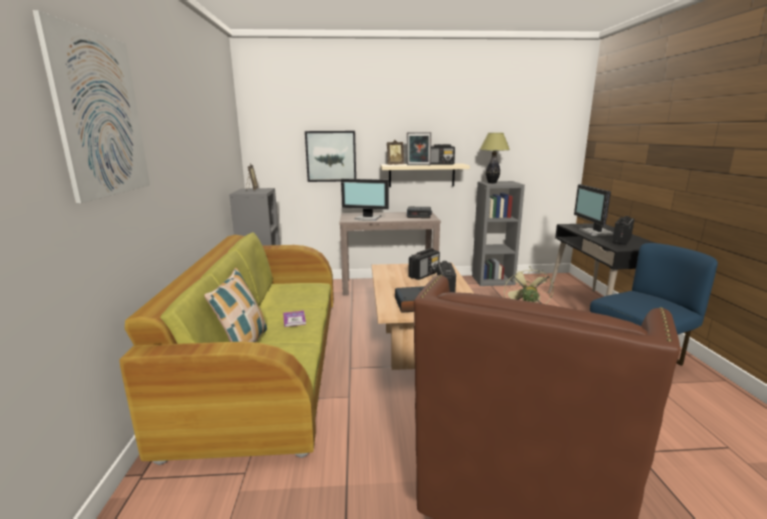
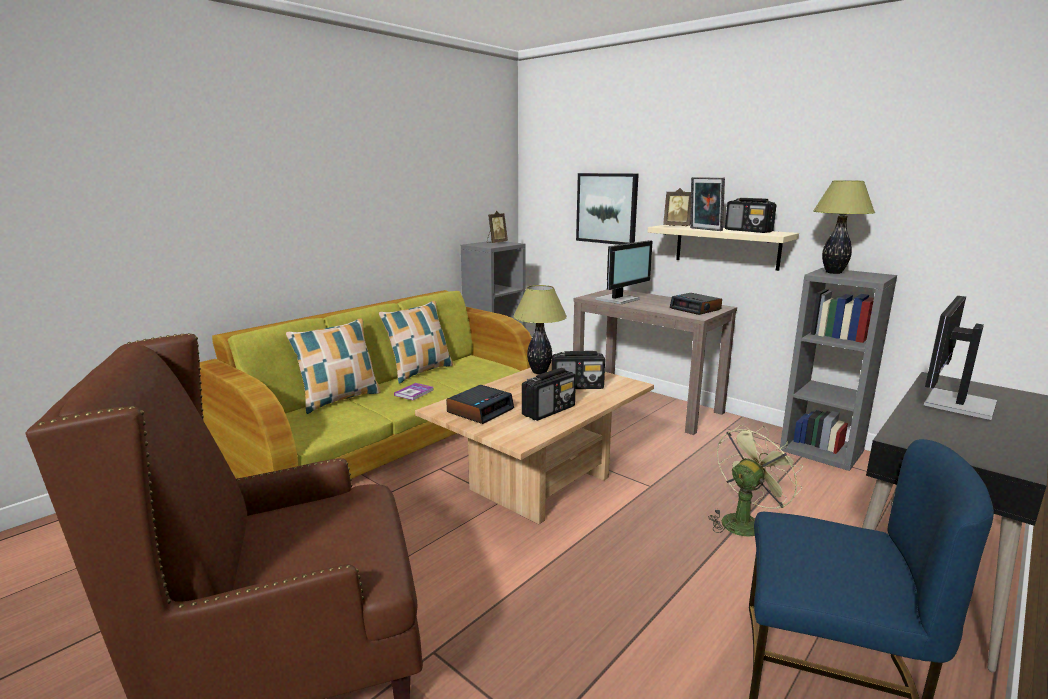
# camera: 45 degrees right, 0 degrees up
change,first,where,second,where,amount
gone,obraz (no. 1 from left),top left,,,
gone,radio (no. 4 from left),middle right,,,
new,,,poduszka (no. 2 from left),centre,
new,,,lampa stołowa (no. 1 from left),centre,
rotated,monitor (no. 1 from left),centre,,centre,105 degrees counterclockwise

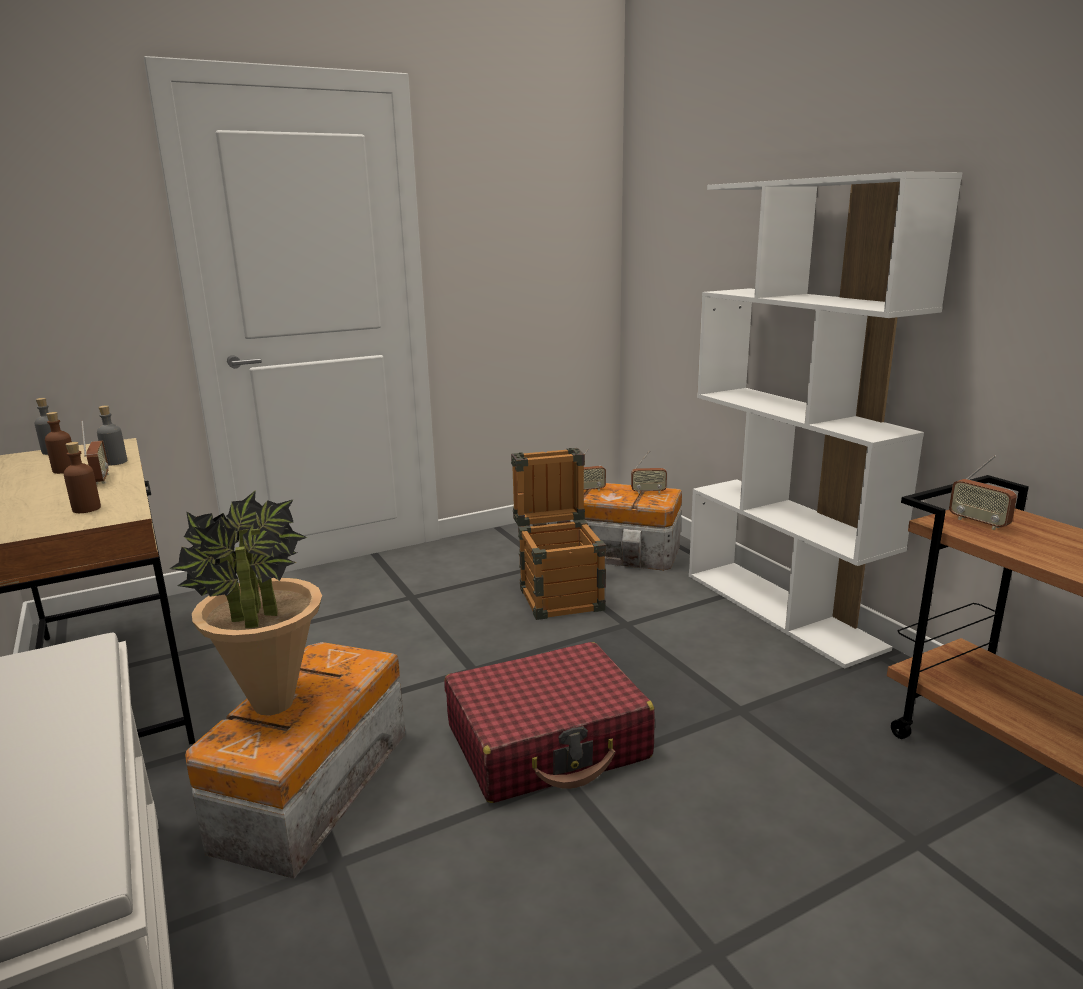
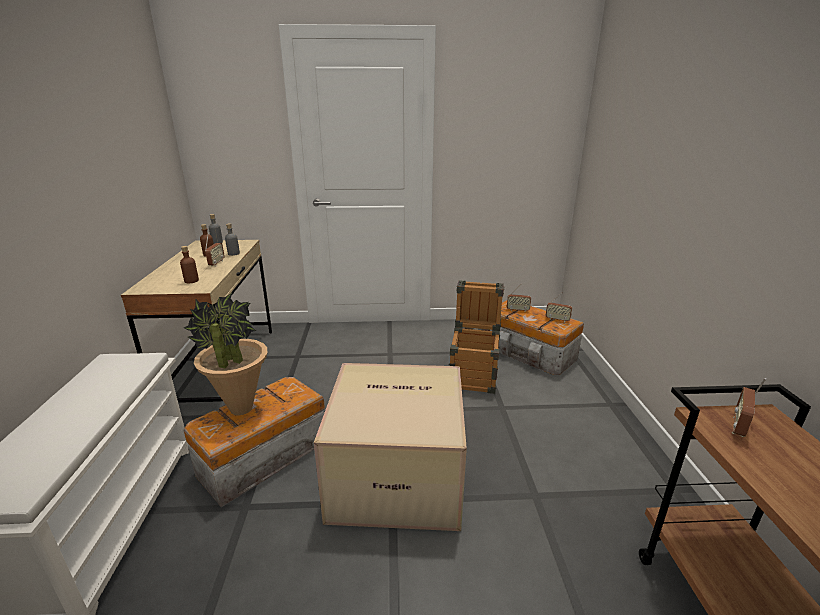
# camera: 25 degrees right, 5 degrees up
change,first,where,second,where,amount
gone,regał [biały],middle right,,,
swapped,walizka [czerwony],bottom centre,karton,bottom centre,
rotated,radio (no. 4 from left),middle right,,middle right,45 degrees clockwise

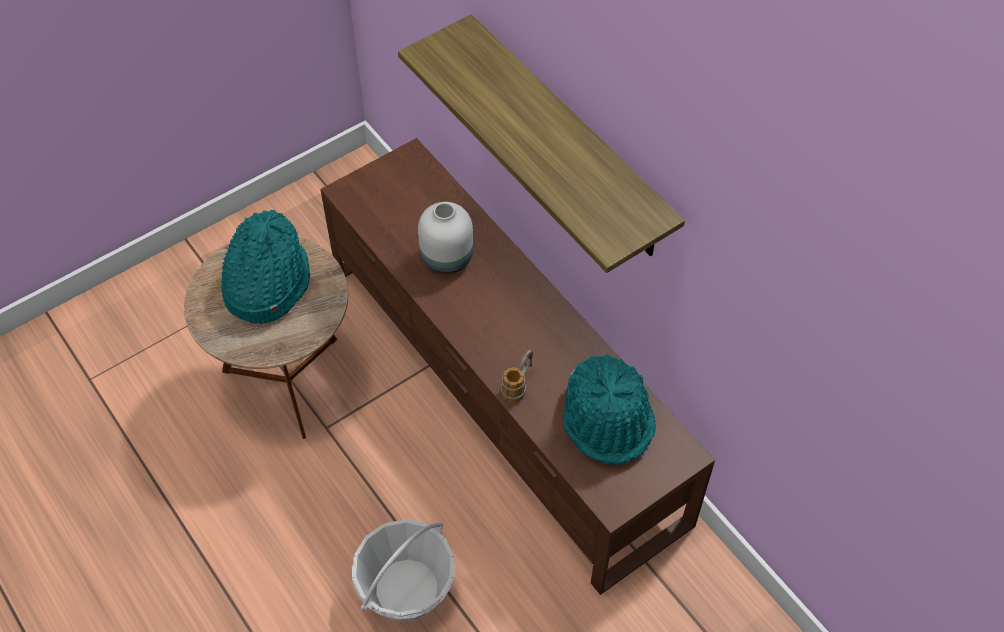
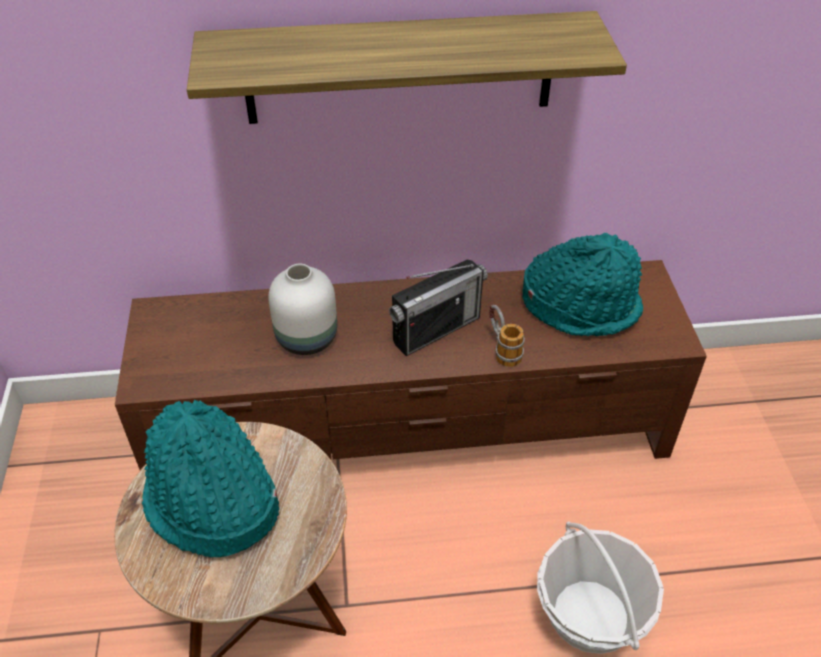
# camera: 60 degrees left, 10 degrees down
change,first,where,second,where,amount
new,,,radio,centre,

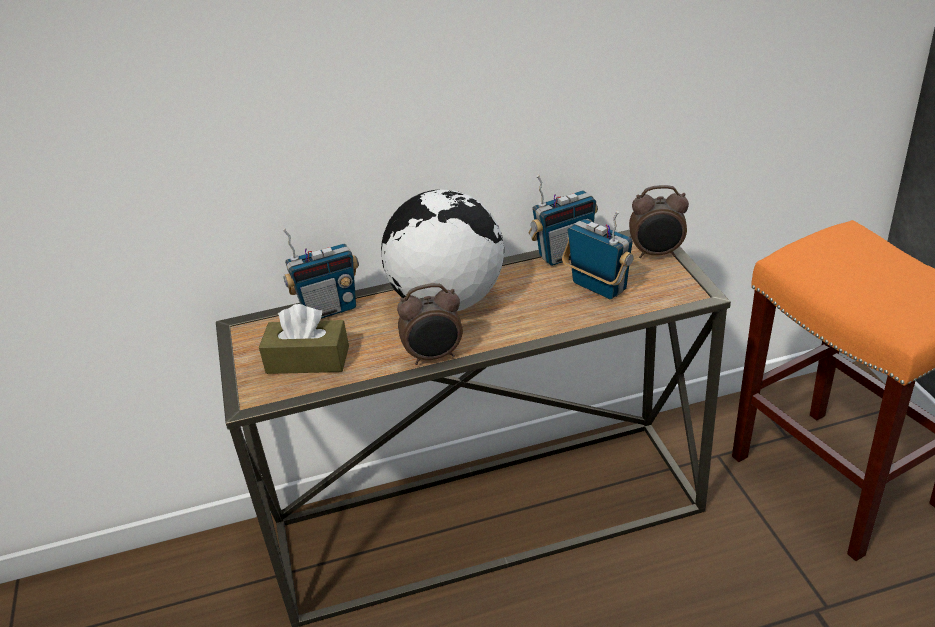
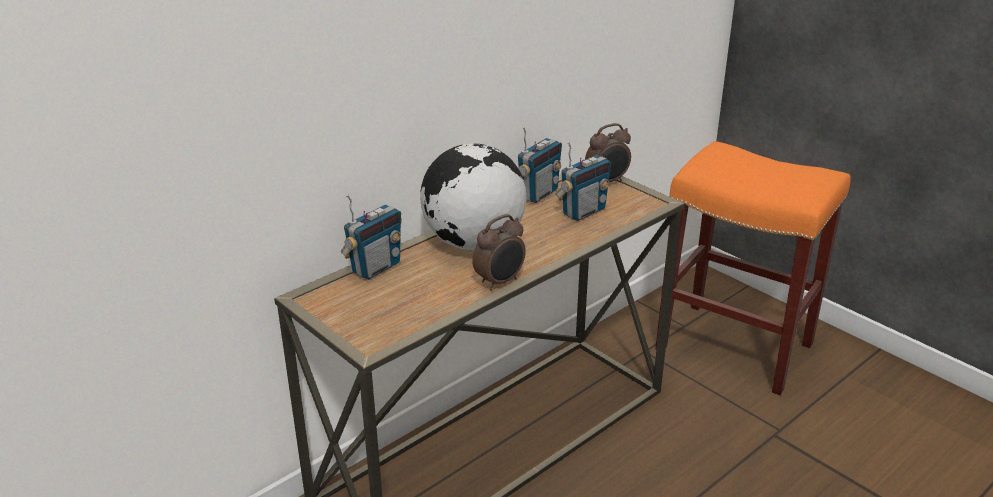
# camera: 30 degrees left, 5 degrees down
change,first,where,second,where,amount
gone,pudełko chusteczek [brązowy],middle left,,,
rotated,radio (no. 3 from left),centre,,centre,120 degrees clockwise

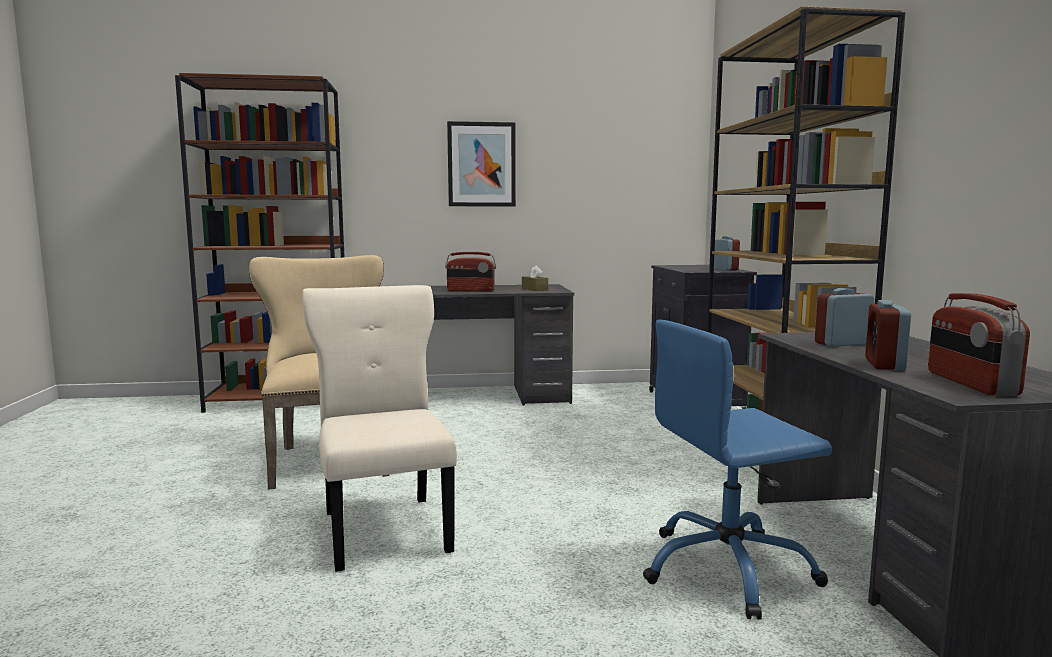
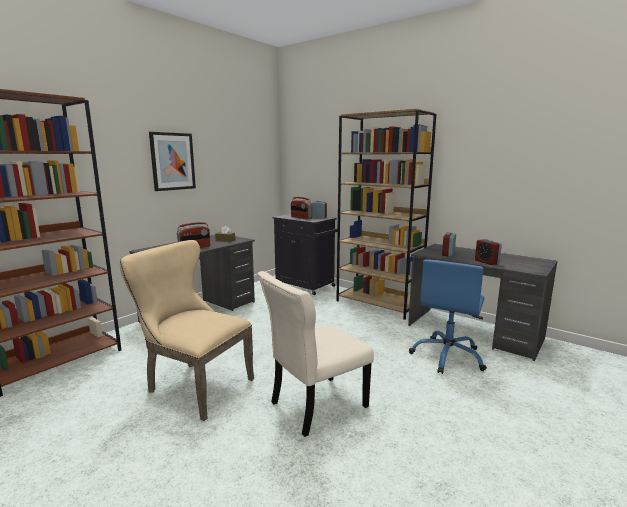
# camera: 45 degrees left, 5 degrees up
change,first,where,second,where,amount
shifted,radio (no. 2 from left),middle right,,centre,
rotated,krzesło [beżowy] (no. 2 from left),centre,,bottom centre,60 degrees counterclockwise

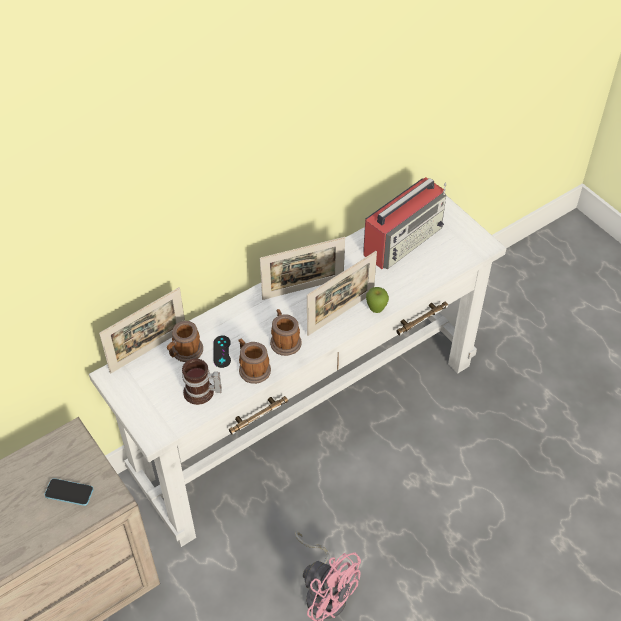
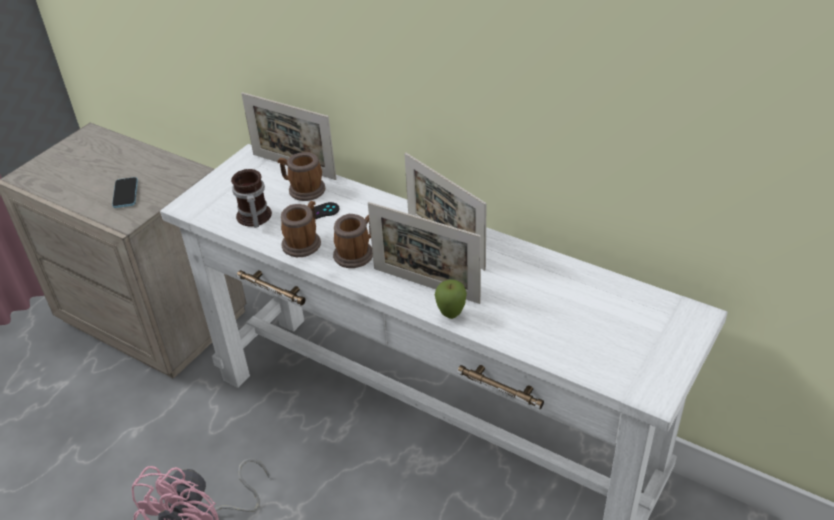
# camera: 70 degrees right, 10 degrees down
change,first,where,second,where,amount
gone,radio,centre,,,

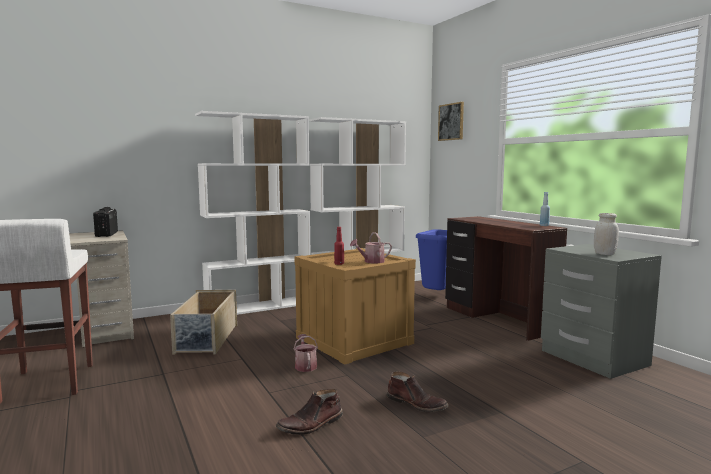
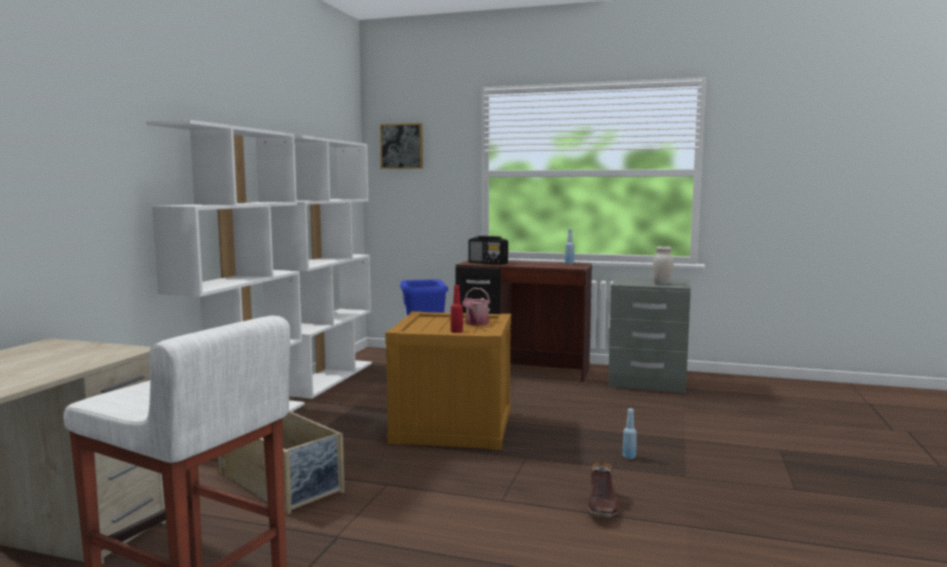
# camera: 45 degrees left, 0 degrees up
change,first,where,second,where,amount
gone,konewka (no. 1 from left),bottom centre,,,
shifted,radio,middle left,,centre,
swapped,but z cholewką [brązowy] (no. 2 from left),bottom centre,butelka [niebieski] (no. 2 from left),bottom centre,

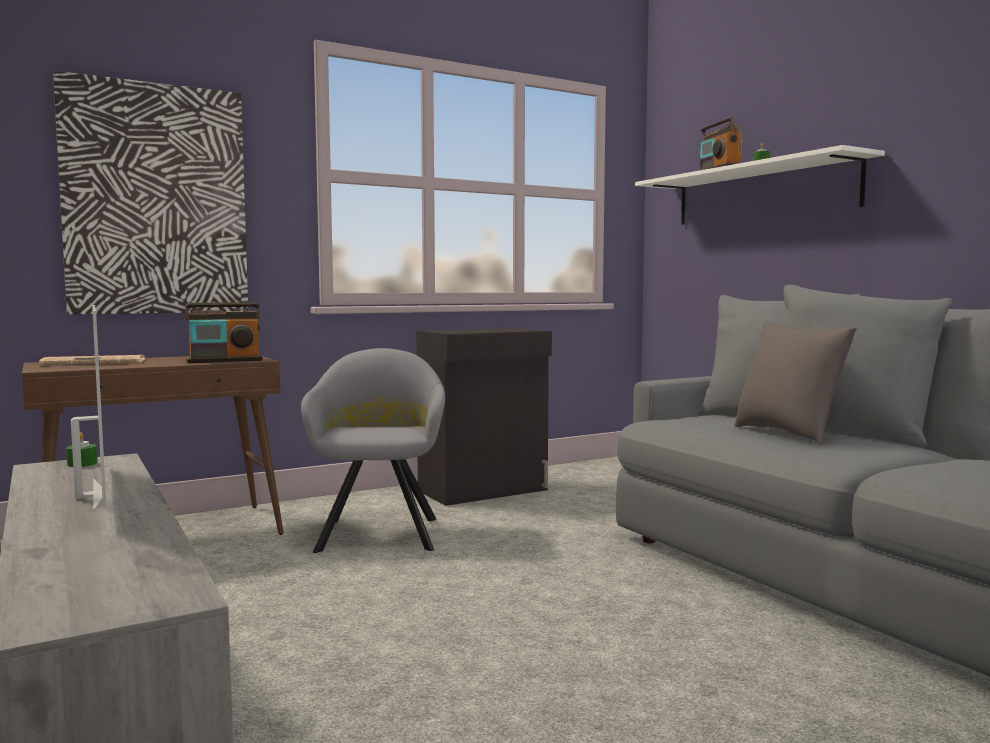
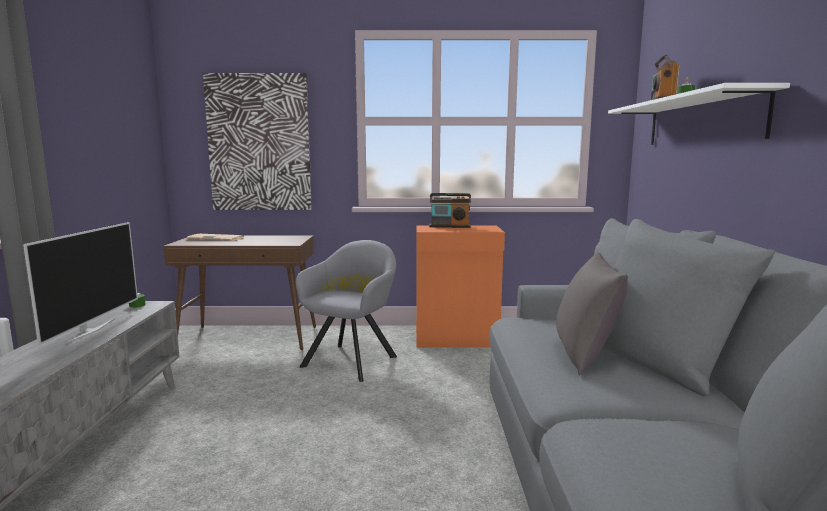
# camera: 30 degrees right, 5 degrees up
change,first,where,second,where,amount
shifted,radio (no. 1 from left),middle left,,centre,
repainted,szafka [czarny],centre,szafka [pomarańczowy],centre,

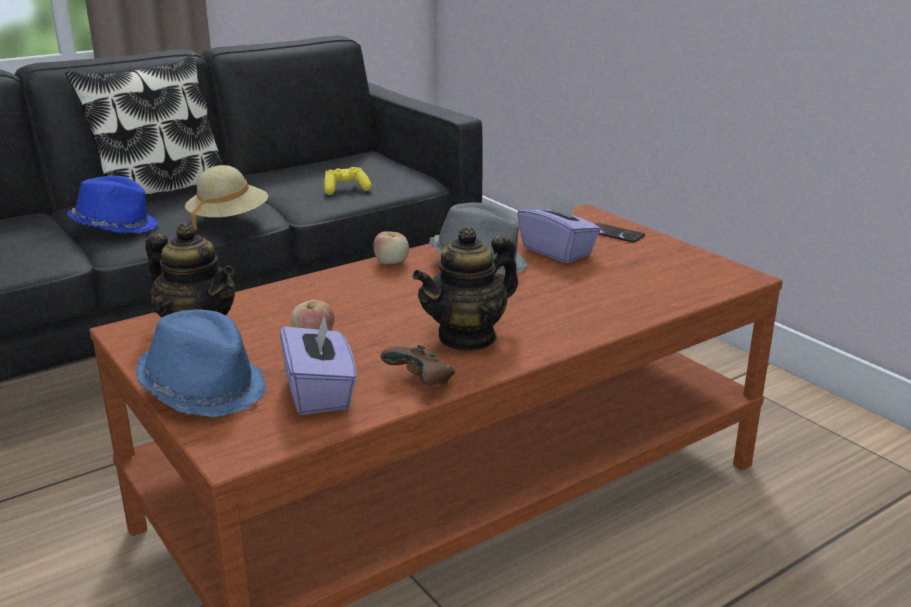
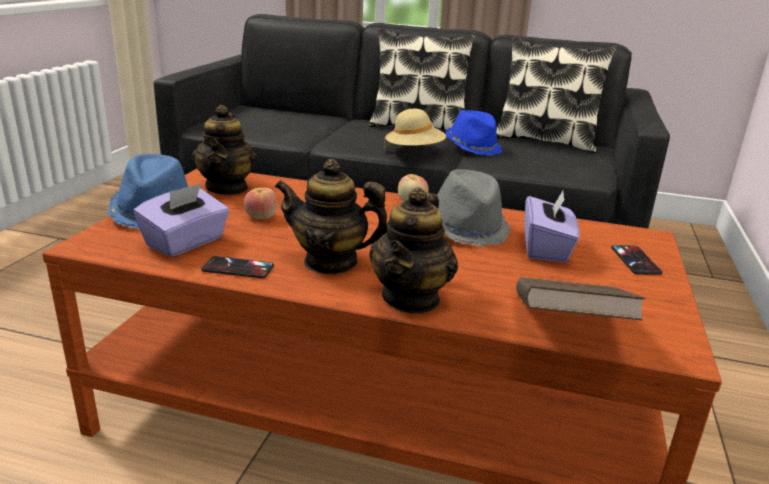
# camera: 50 degrees right, 0 degrees up
change,first,where,second,where,amount
gone,pad do gier [żółty],top centre,,,
new,,,imbryk (no. 3 from left),centre,
new,,,poduszka (no. 2 from left),top right,
new,,,książka [brązowy],middle right,
shifted,kapelusz [niebieski] (no. 1 from left in the first image),middle left,kapelusz [niebieski] (no. 2 from left),top centre,
swapped,pad do gier [brązowy],centre,telefon (no. 1 from left),middle left,

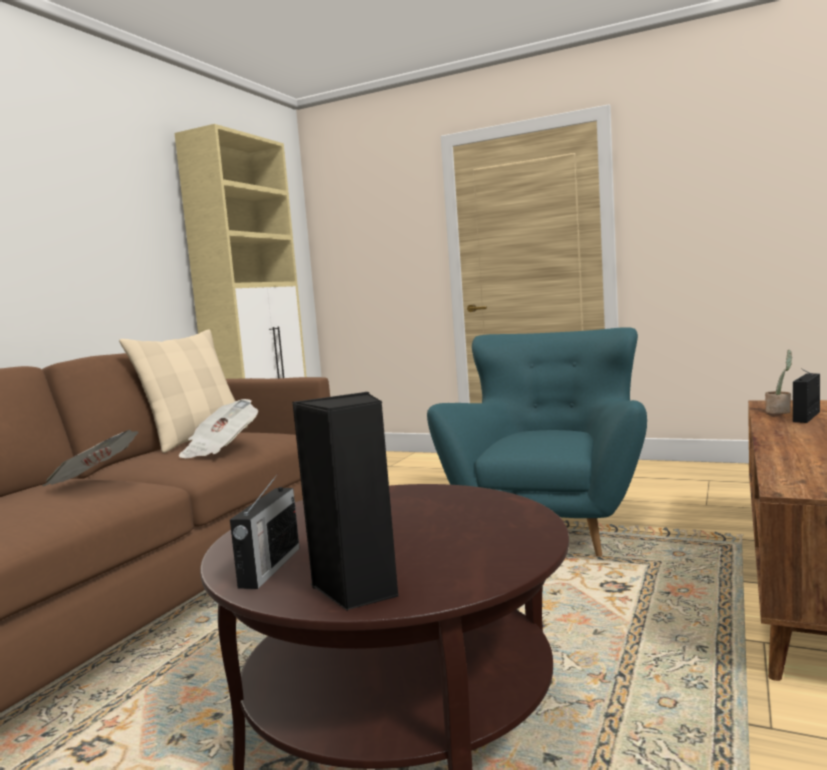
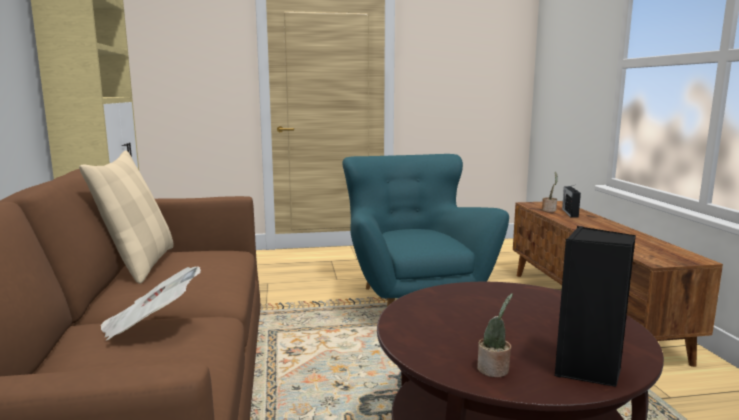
# camera: 35 degrees left, 5 degrees up
change,first,where,second,where,amount
gone,gazeta (no. 2 from left),middle left,,,
swapped,radio (no. 1 from left),bottom left,roślina doniczkowa (no. 1 from left),bottom right,

